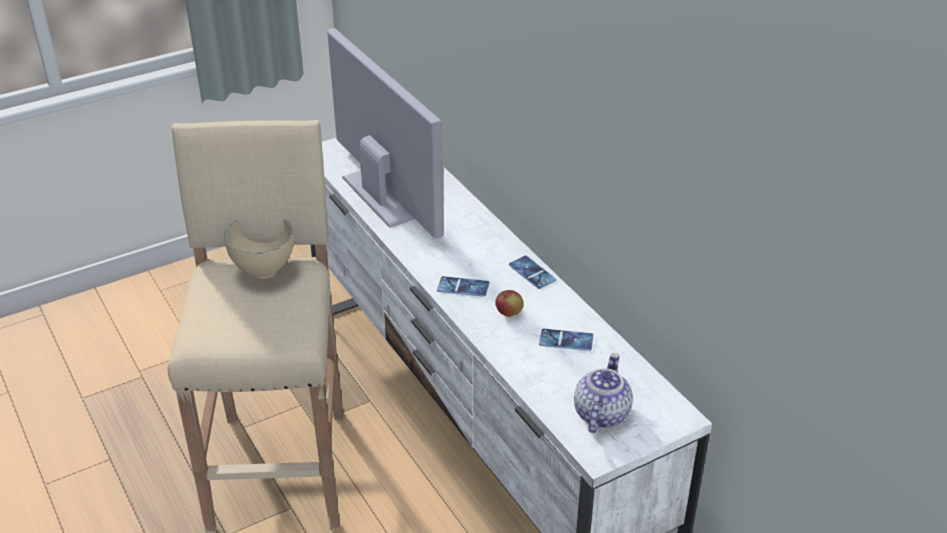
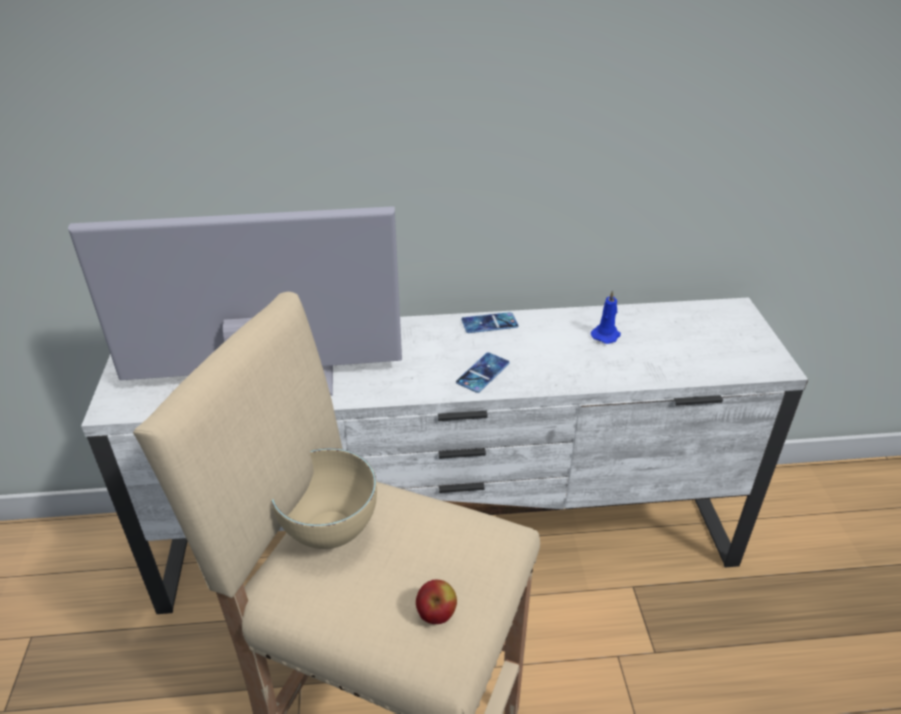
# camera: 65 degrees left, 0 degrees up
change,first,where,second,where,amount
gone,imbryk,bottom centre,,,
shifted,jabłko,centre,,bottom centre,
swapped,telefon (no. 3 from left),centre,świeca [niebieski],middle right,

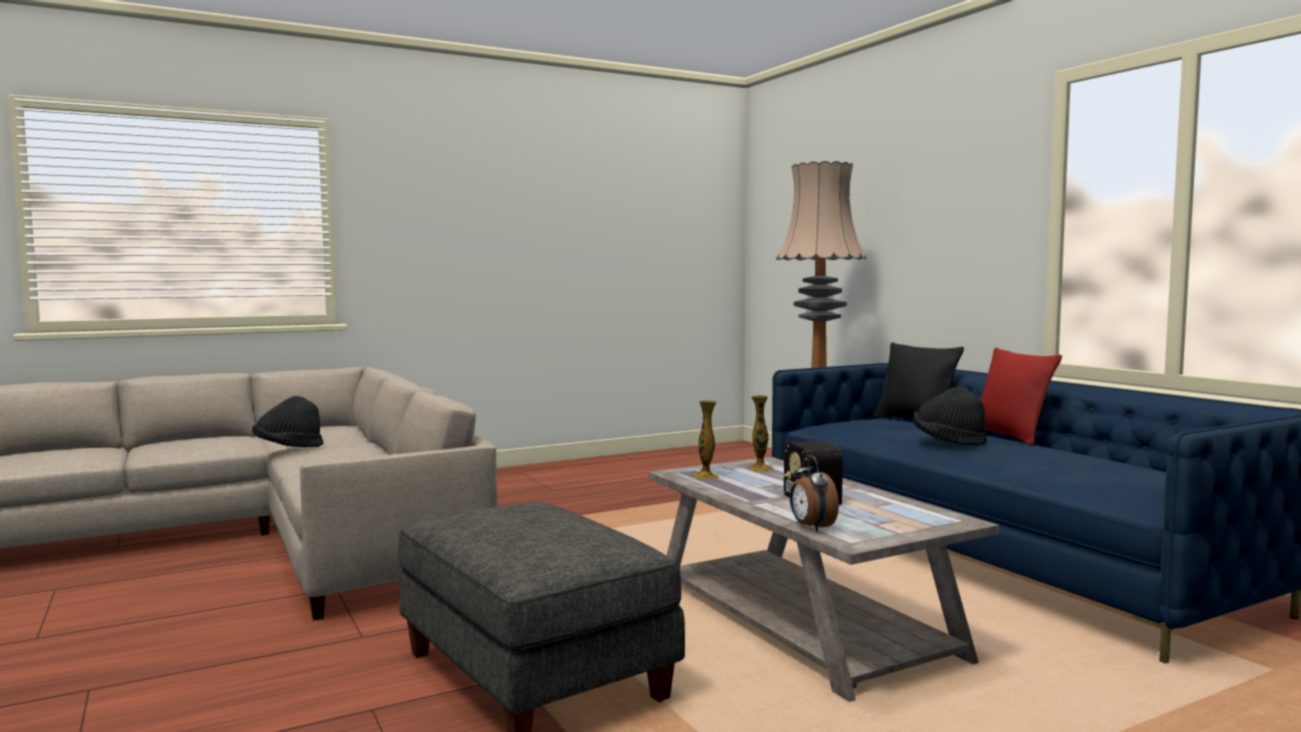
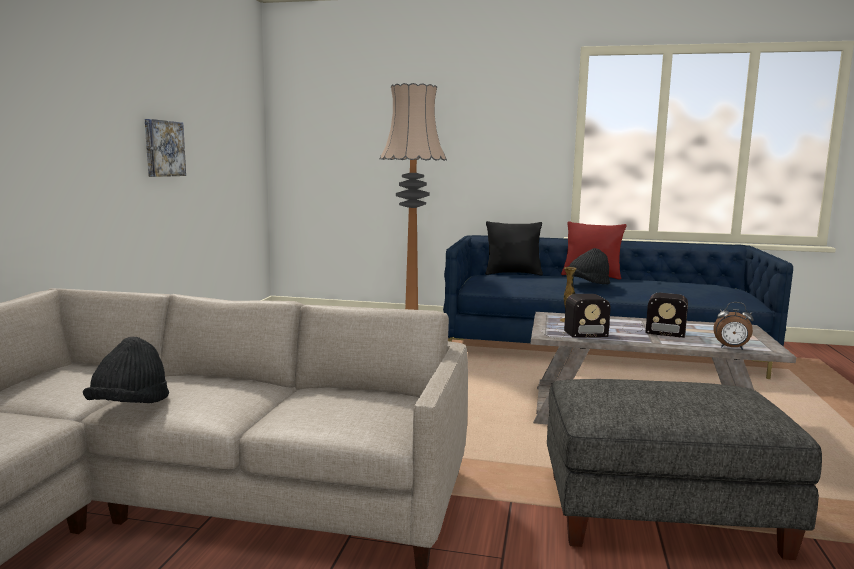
# camera: 50 degrees left, 5 degrees up
change,first,where,second,where,amount
new,,,obraz,top left,
swapped,wazon (no. 1 from left),centre,radio (no. 1 from left),middle right,

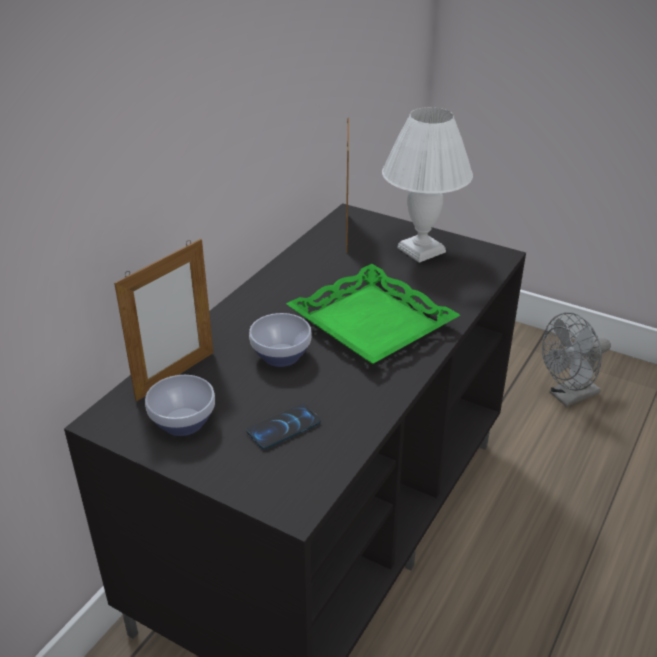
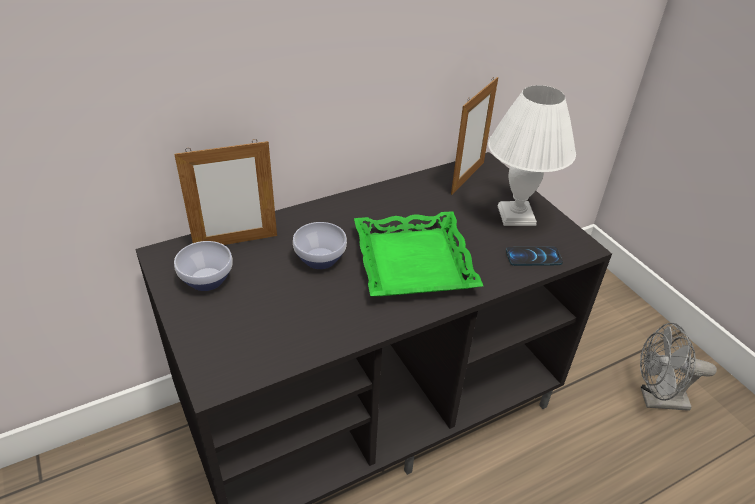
# camera: 30 degrees right, 5 degrees up
change,first,where,second,where,amount
shifted,telefon,centre,,middle right,

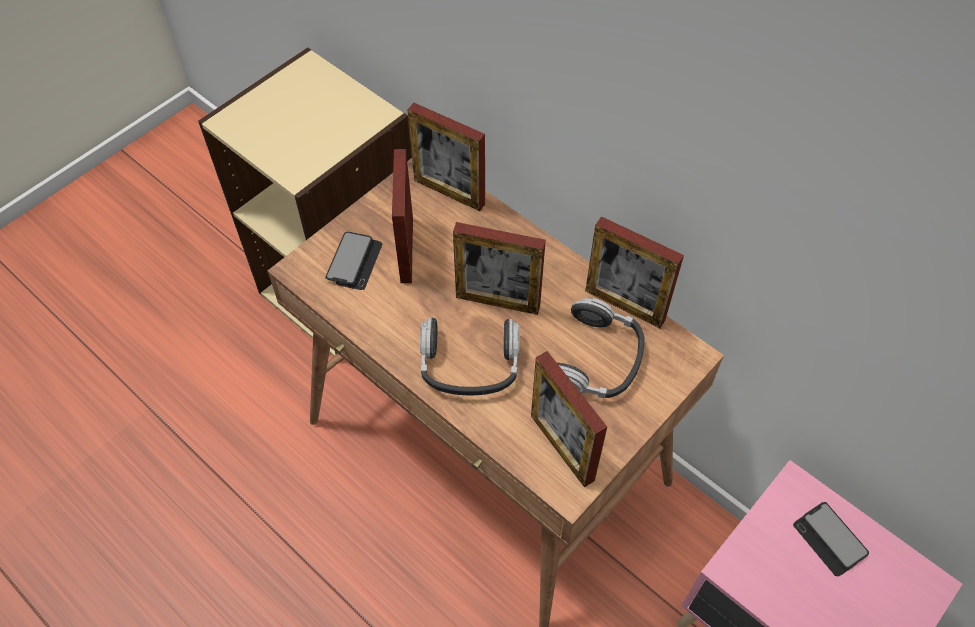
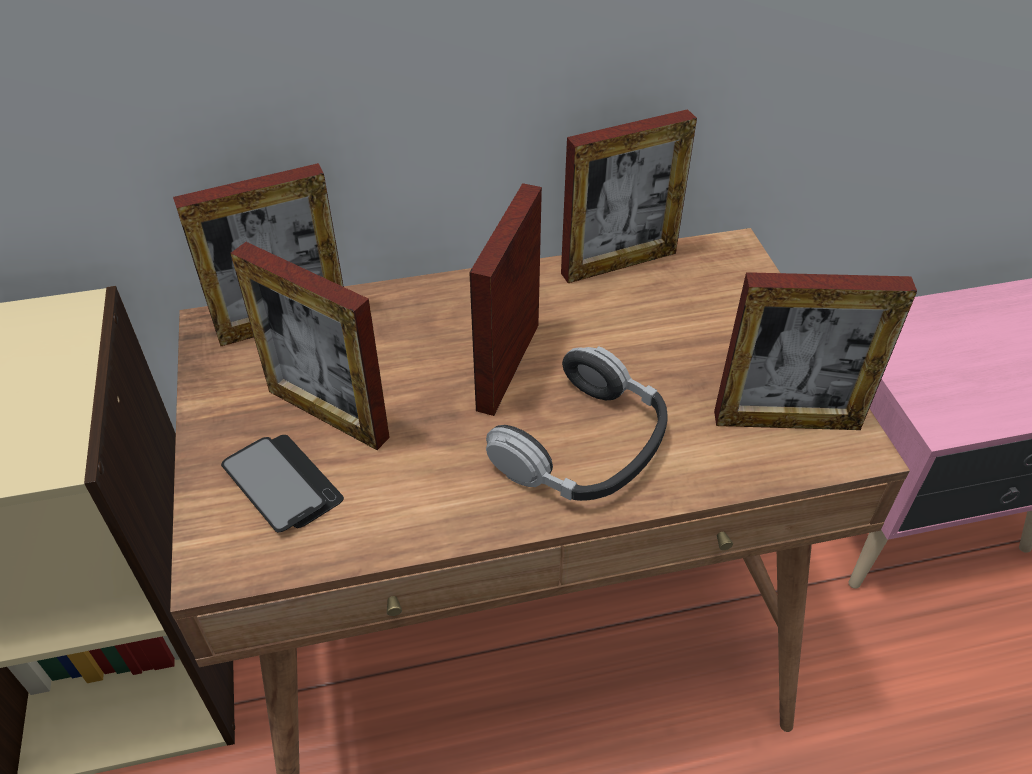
# camera: 55 degrees left, 10 degrees down
change,first,where,second,where,amount
gone,słuchawki (no. 2 from left),centre,,,
gone,telefon (no. 2 from left),bottom right,,,
rotated,ramka na zdjęcie (no. 3 from left),centre,,centre,150 degrees clockwise

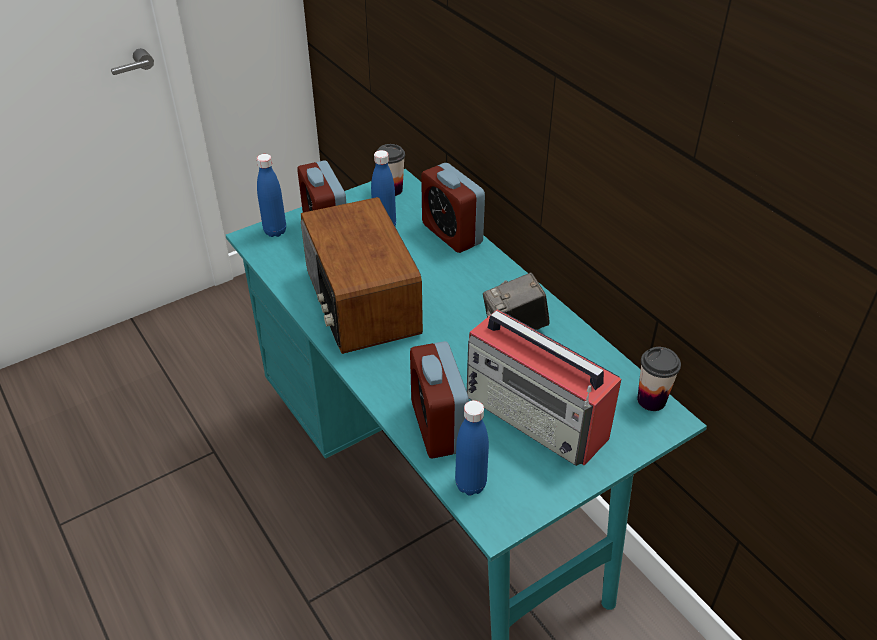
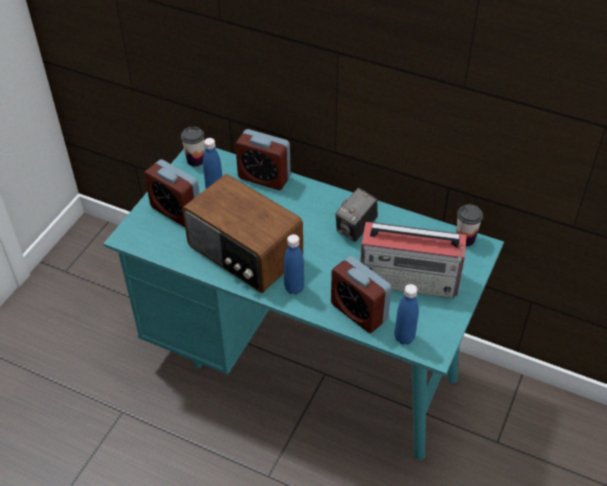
# camera: 30 degrees left, 5 degrees up
change,first,where,second,where,amount
shifted,butelka [niebieski] (no. 1 from left in the first image),top left,butelka [niebieski] (no. 2 from left),centre,

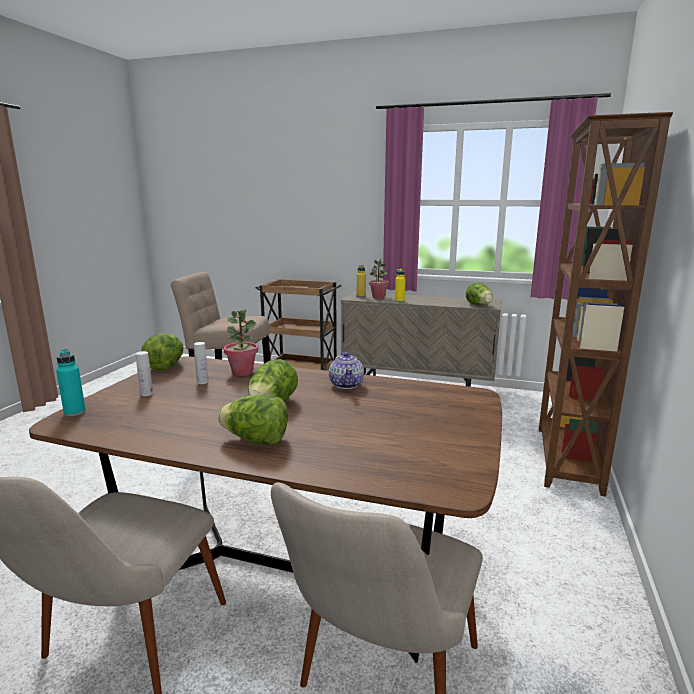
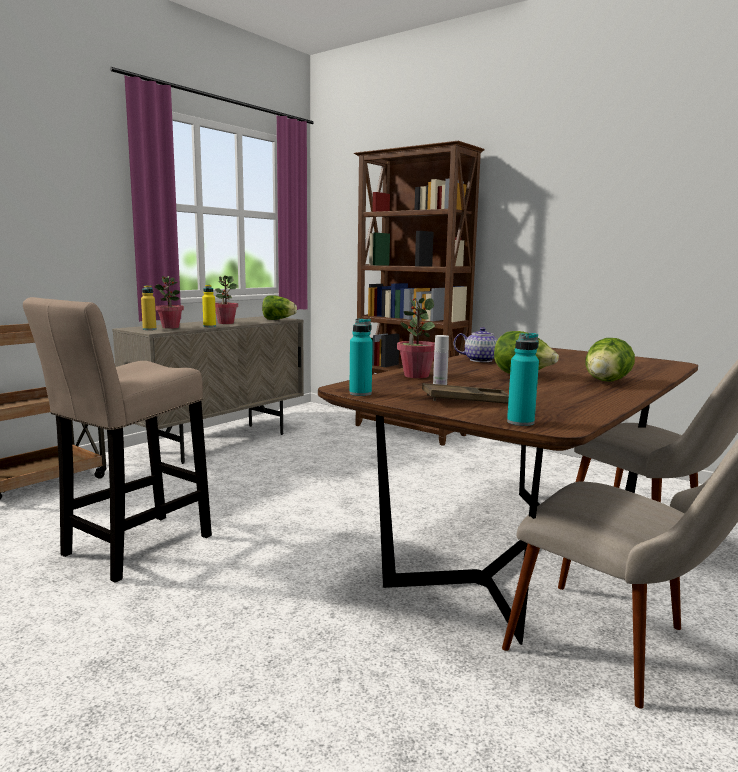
# camera: 70 degrees left, 5 degrees down
change,first,where,second,where,amount
new,,,roślina doniczkowa (no. 2 from left),middle left,
swapped,butelka [biały] (no. 1 from left),middle left,taca [brązowy],centre,
swapped,sałata (no. 1 from left),middle left,butelka [turkusowy] (no. 1 from left),centre,

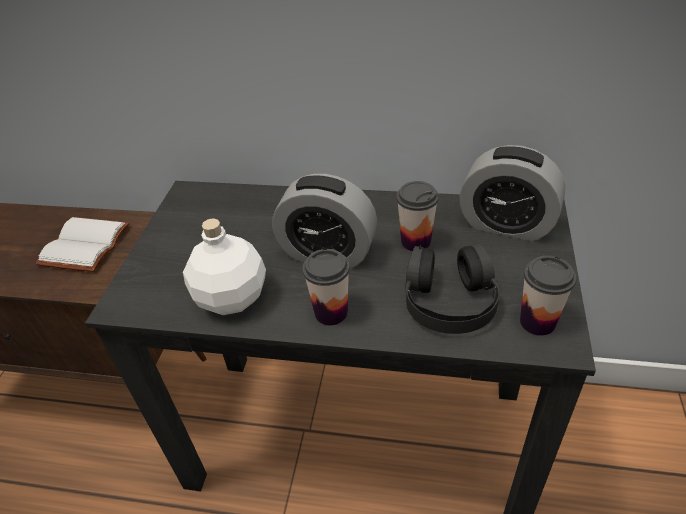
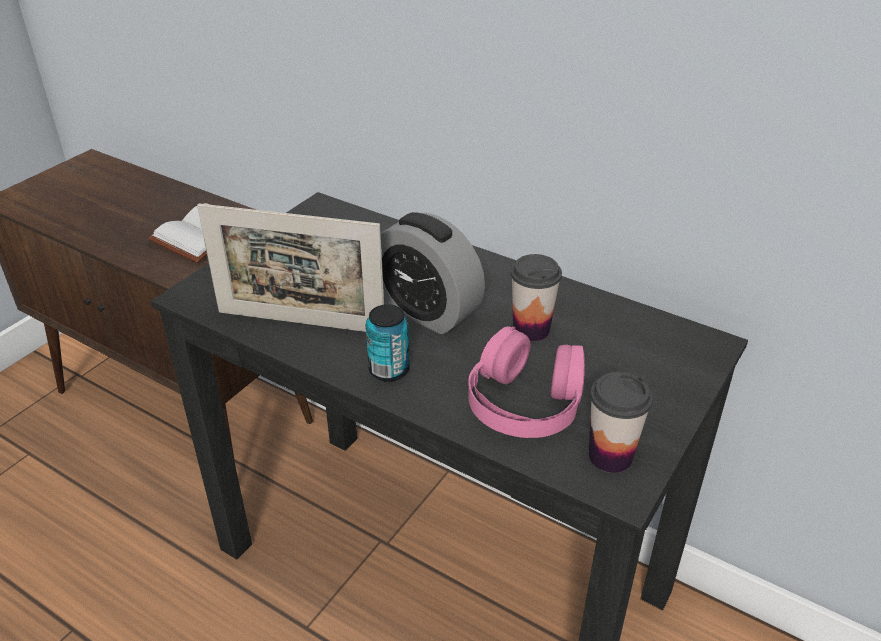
# camera: 20 degrees right, 5 degrees down
change,first,where,second,where,amount
gone,budzik (no. 2 from left),middle right,,,
swapped,butelka [biały],middle left,ramka na zdjęcie,middle left,
swapped,filiżanka (no. 1 from left),centre,puszka,centre,
repainted,słuchawki [czarny],centre,słuchawki [różowy],centre,

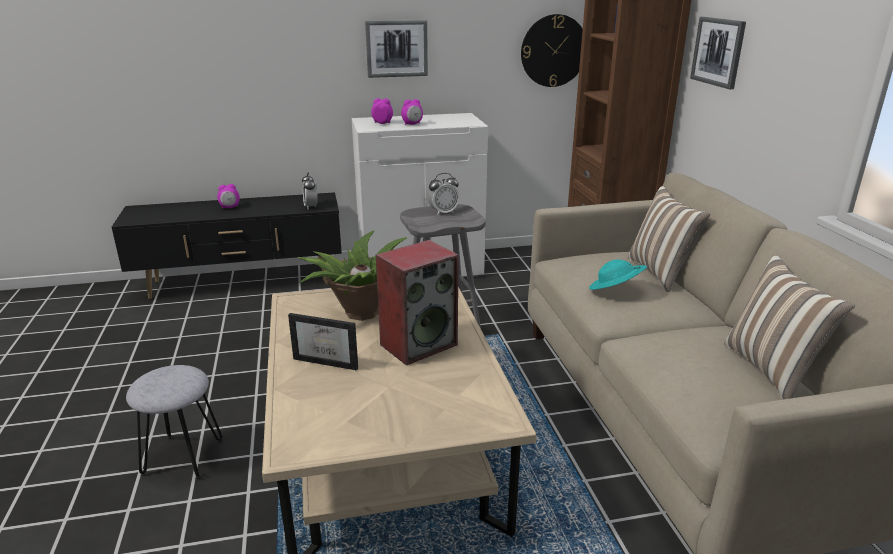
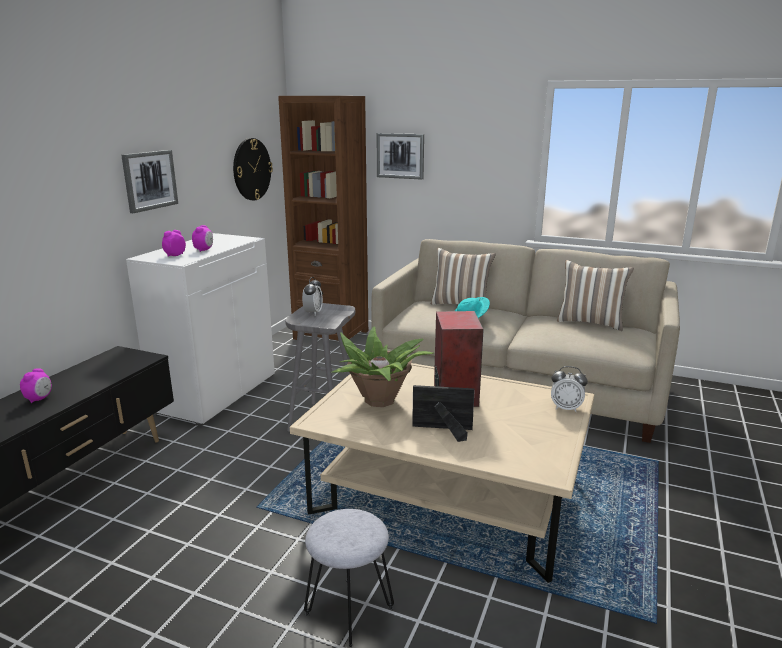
# camera: 55 degrees left, 5 degrees down
change,first,where,second,where,amount
shifted,budzik (no. 2 from left in the first image),centre,budzik (no. 5 from left),middle right,
rotated,ramka na zdjęcie,centre,,centre,135 degrees counterclockwise

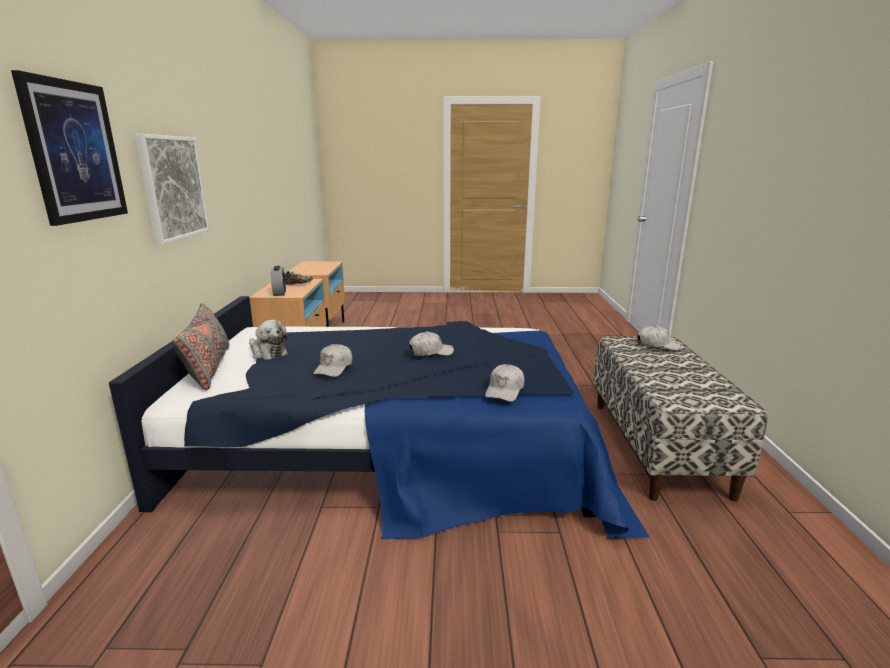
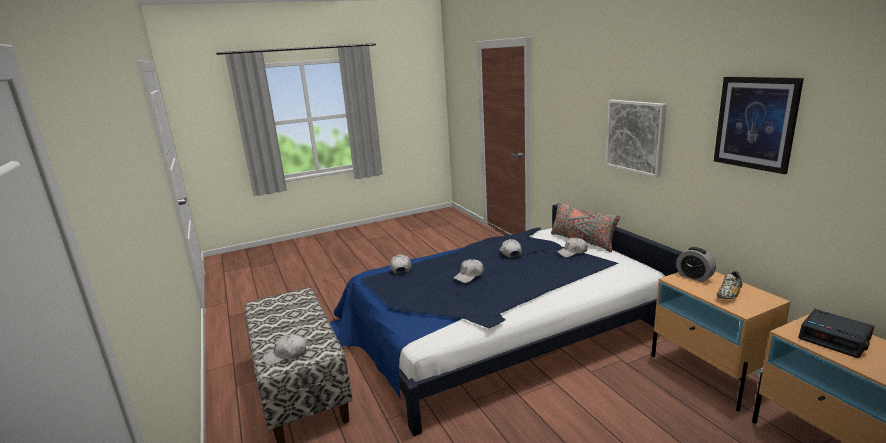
# camera: 155 degrees right, 0 degrees up
change,first,where,second,where,amount
new,,,budzik (no. 2 from left),bottom right,
shifted,obraz (no. 1 from left in the first image),top left,obraz (no. 2 from left),top right,
swapped,pluszak,middle left,czapka z daszkiem [biały] (no. 5 from left),centre,

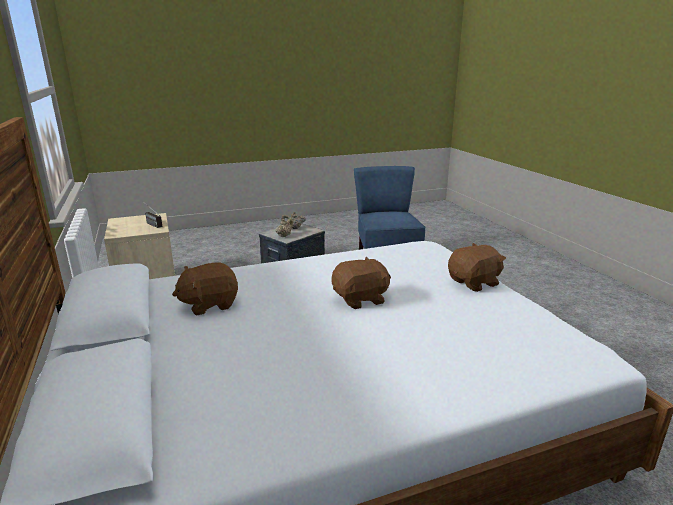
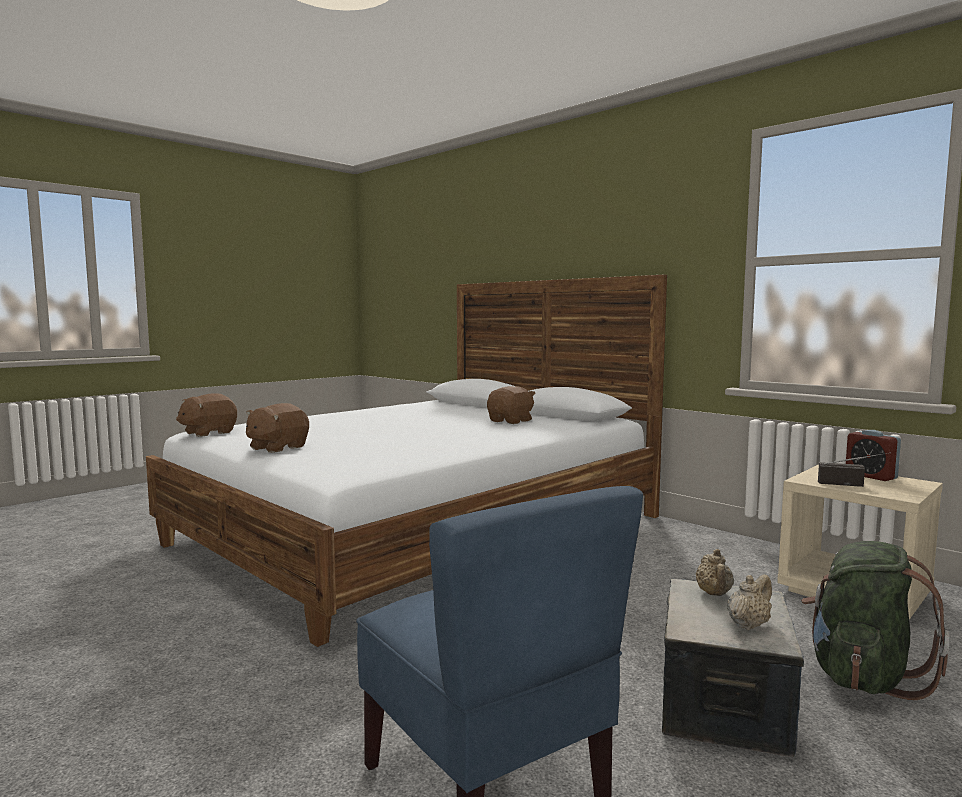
# camera: 155 degrees right, 15 degrees down
change,first,where,second,where,amount
new,,,plecak [zielony],bottom right,
new,,,budzik,middle right,
shifted,pluszak [brązowy] (no. 2 from left in the first image),centre,pluszak [brązowy] (no. 1 from left),middle left,

